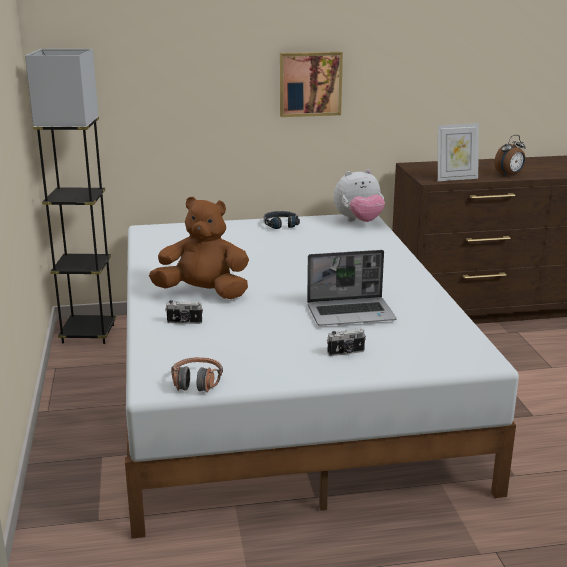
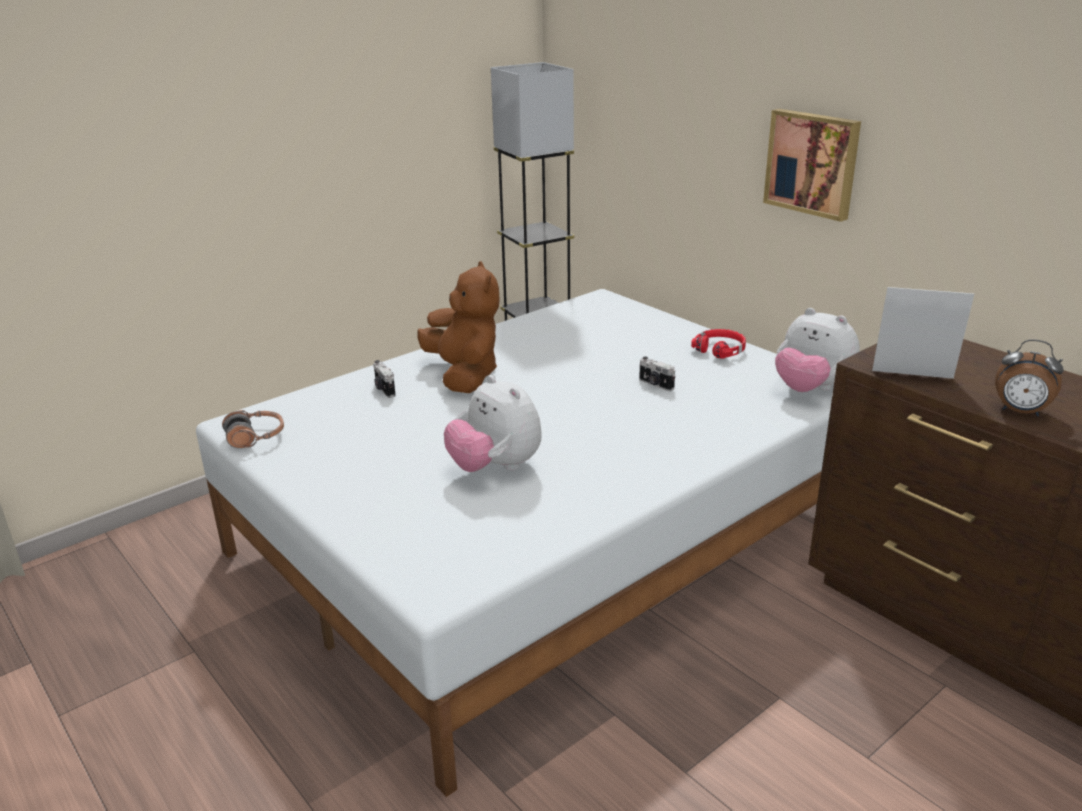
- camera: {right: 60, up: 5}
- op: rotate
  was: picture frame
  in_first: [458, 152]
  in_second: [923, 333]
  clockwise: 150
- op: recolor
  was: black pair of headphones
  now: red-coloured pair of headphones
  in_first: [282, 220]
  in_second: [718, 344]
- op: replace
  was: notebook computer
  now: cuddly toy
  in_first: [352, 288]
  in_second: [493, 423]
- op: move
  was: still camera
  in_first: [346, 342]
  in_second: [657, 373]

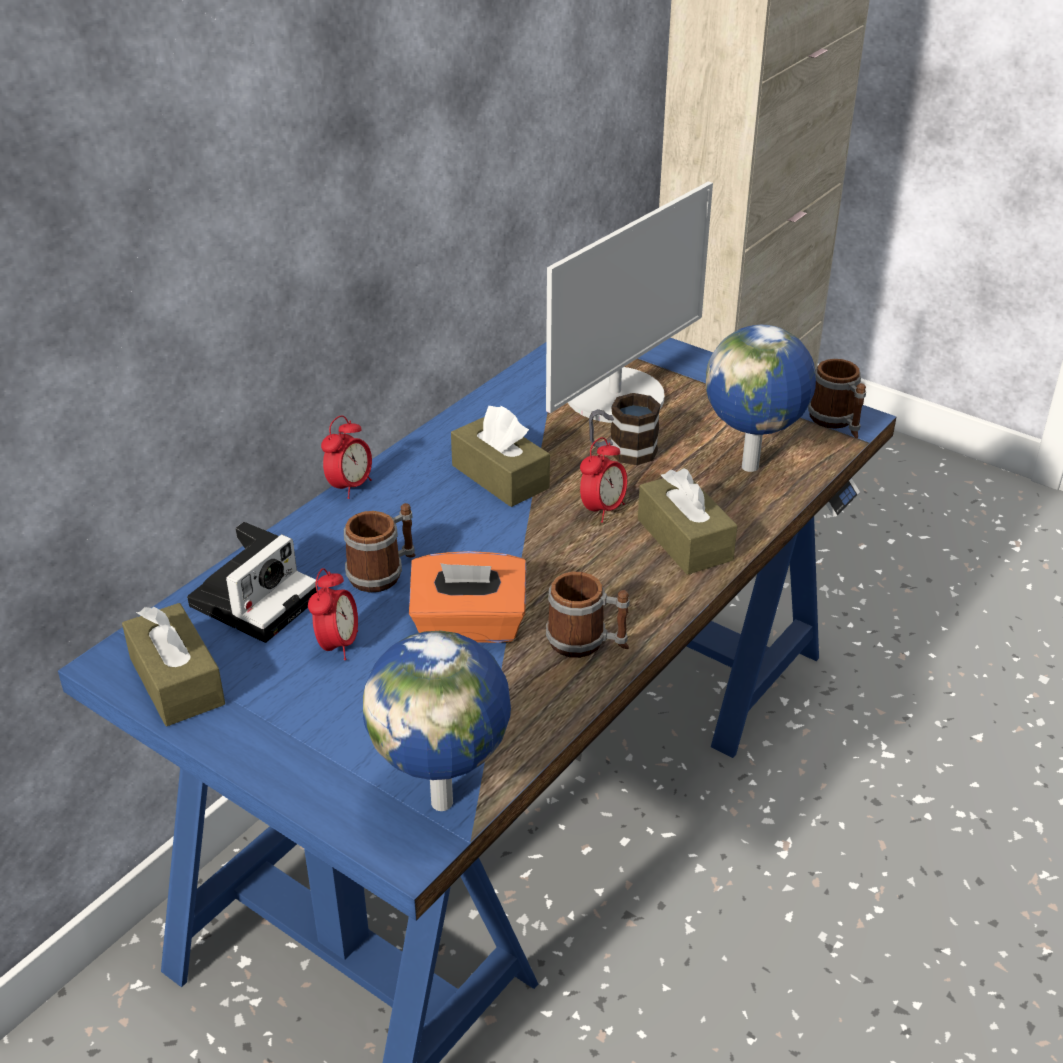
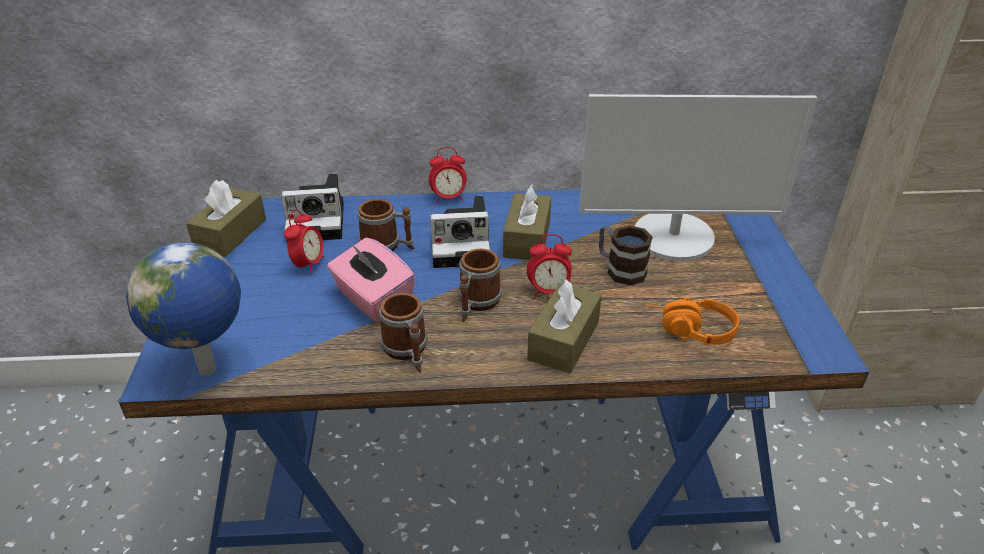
- camera: {right: 50, up: 0}
- op: replace
  was: world globe
  now: orange-coloured pair of headphones
  in_first: [761, 398]
  in_second: [692, 321]
- op: move
  was: mug
  in_first: [837, 399]
  in_second: [480, 285]
- op: recolor
  was: orange-coloured box of tissues
  now: pink box of tissues
  in_first: [467, 597]
  in_second: [371, 280]
- op: rotate
  was: alarm clock
  in_first: [333, 614]
  in_second: [304, 242]
  clockwise: -45
- op: insert
  now: still camera
  in_second: [460, 232]

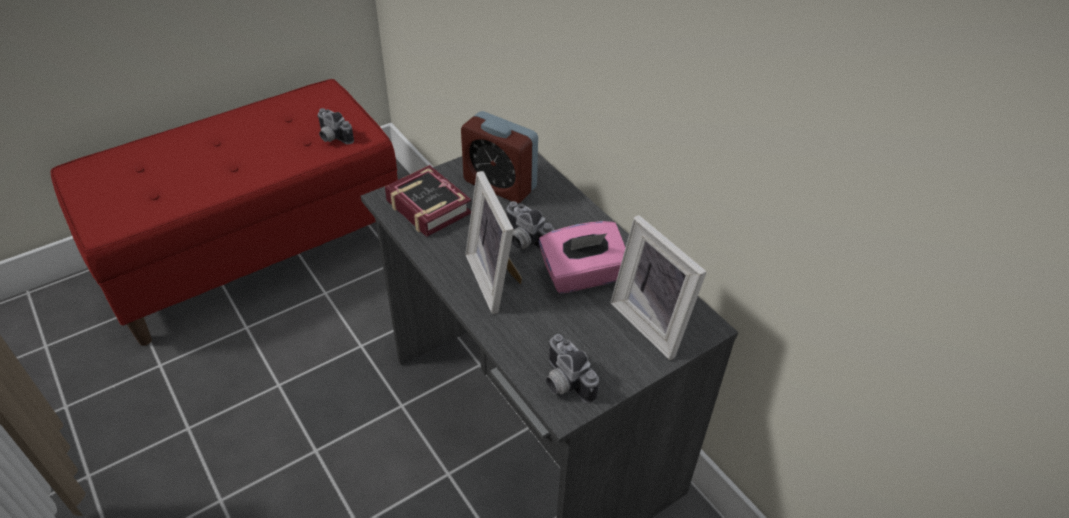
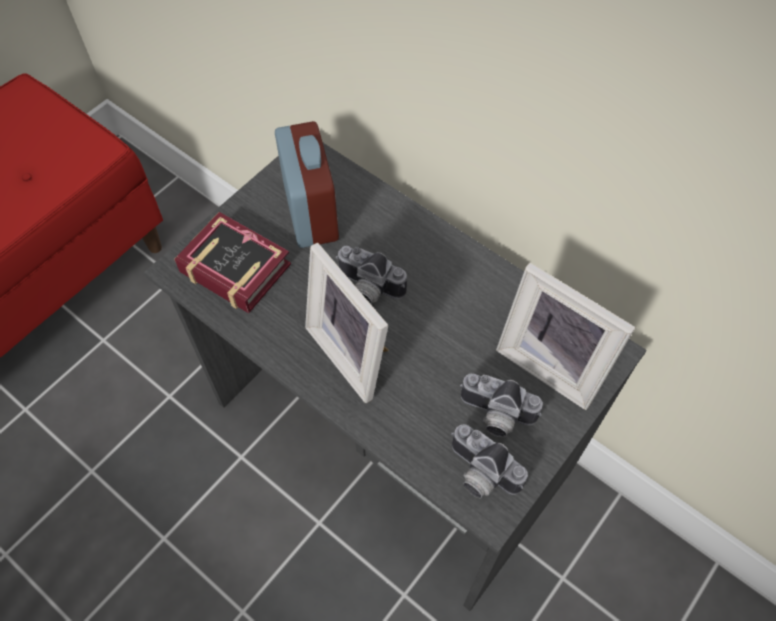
- camera: {right: -15, up: 15}
- op: move
  was: still camera
  in_first: [335, 126]
  in_second: [501, 405]
- op: rotate
  was: alarm clock
  in_first: [499, 157]
  in_second: [307, 184]
  clockwise: -120
- op: delete
  was: pink box of tissues
  in_first: [582, 257]

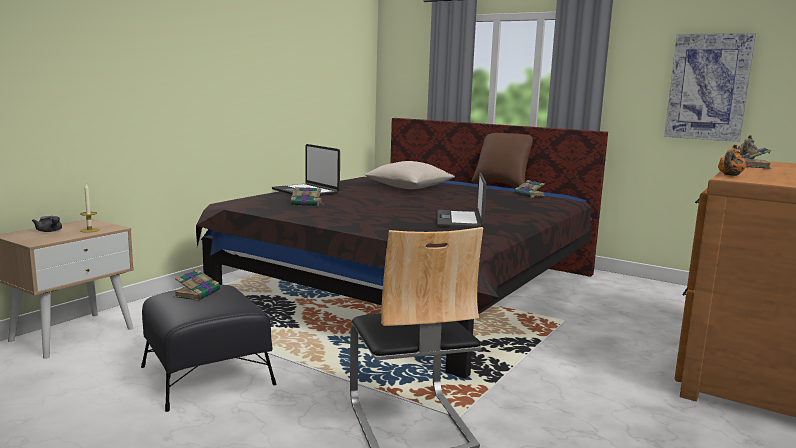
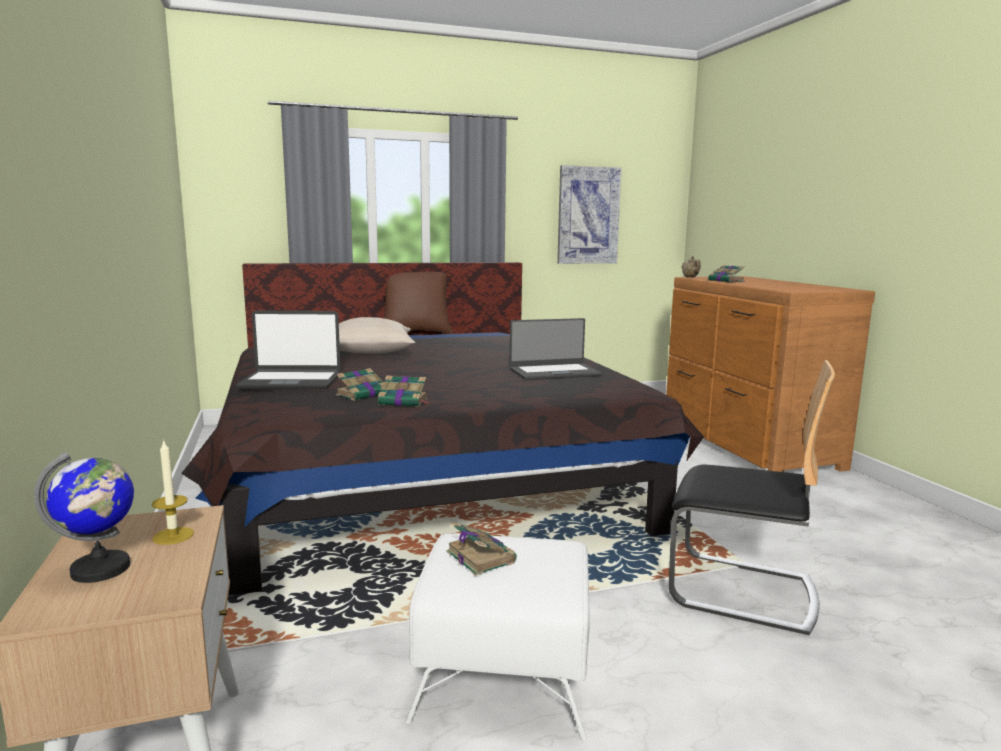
- camera: {right: -50, up: 0}
- op: delete
  was: orange-coloured pot for tea
  in_first: [732, 160]
- op: rotate
  was: notebook computer
  in_first: [462, 200]
  in_second: [555, 349]
  clockwise: -60
- op: move
  was: book
  in_first: [529, 189]
  in_second: [403, 391]
- op: replace
  was: grey pot for tea
  now: world globe
  in_first: [47, 224]
  in_second: [84, 517]
- op: recolor
  was: black pouffe
  now: whitish pouffe
  in_first: [209, 348]
  in_second: [497, 637]

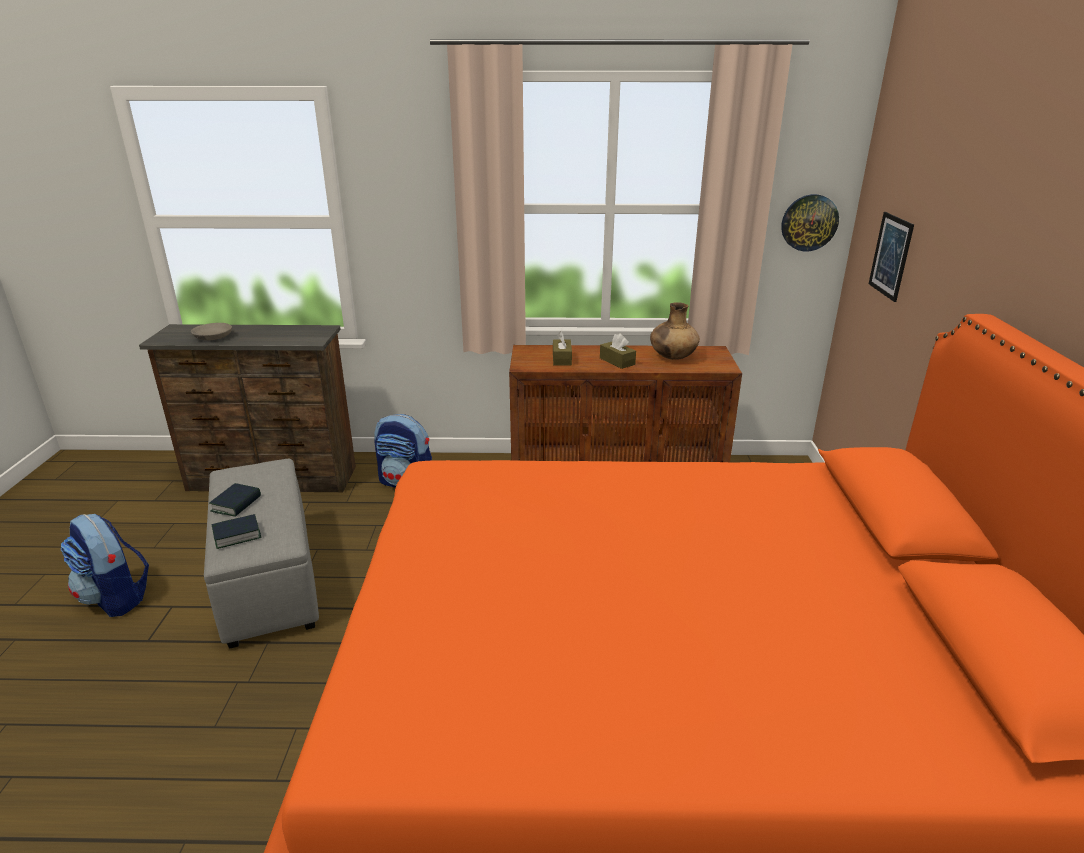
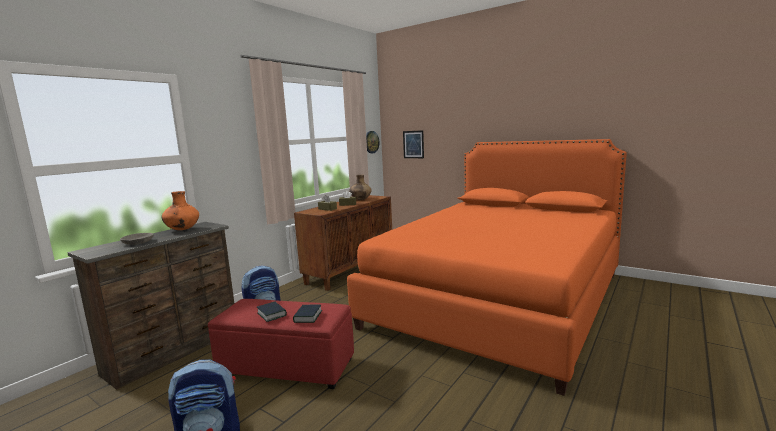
- camera: {right: -55, up: -15}
- op: recolor
  was: grey pouffe
  now: red-coloured pouffe
  in_first: [261, 554]
  in_second: [281, 344]
- op: insert
  now: orange-coloured flower vase
  in_second: [180, 210]

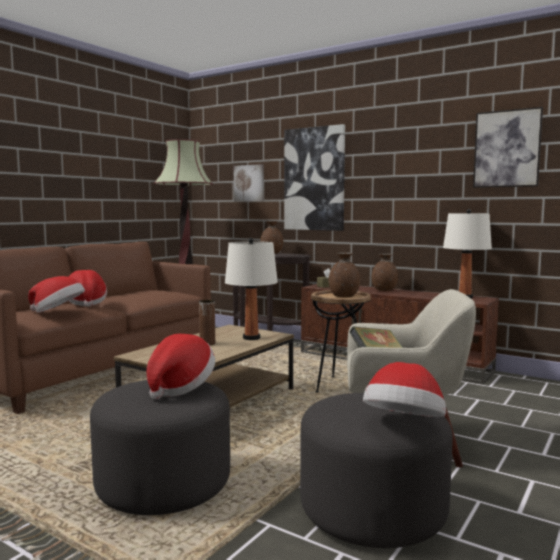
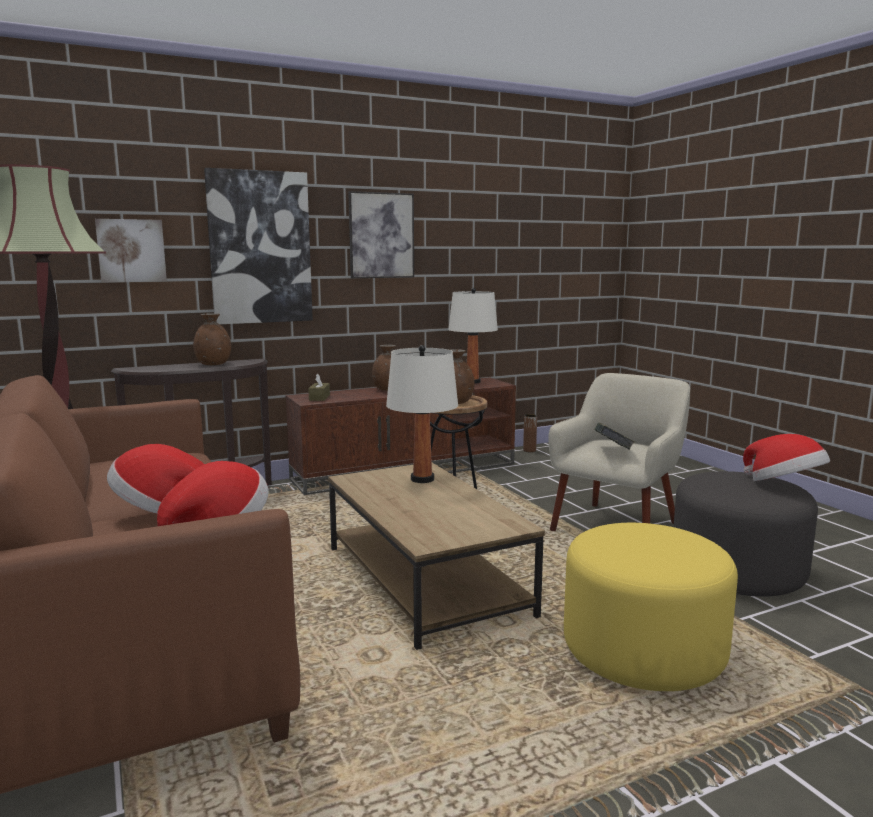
- camera: {right: -60, up: 5}
- op: move
  was: wall picture
  in_first: [508, 147]
  in_second: [381, 234]
- op: move
  was: brownish flower vase
  in_first: [207, 323]
  in_second: [530, 433]
- op: delete
  was: clothing hat
  in_first: [181, 366]
- op: recolor
  was: grey pouffe
  now: yellow-coloured pouffe
  in_first: [160, 447]
  in_second: [651, 607]

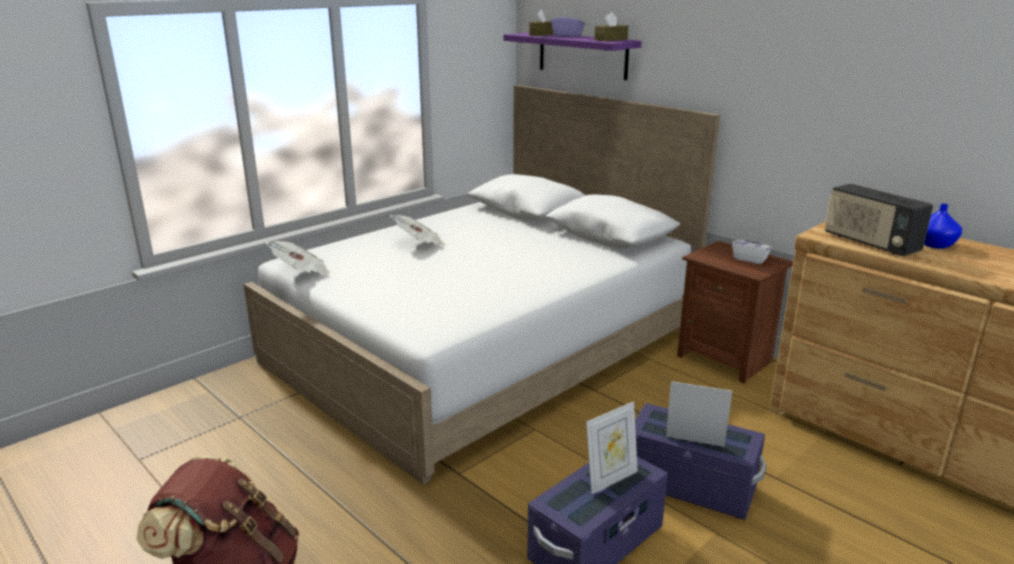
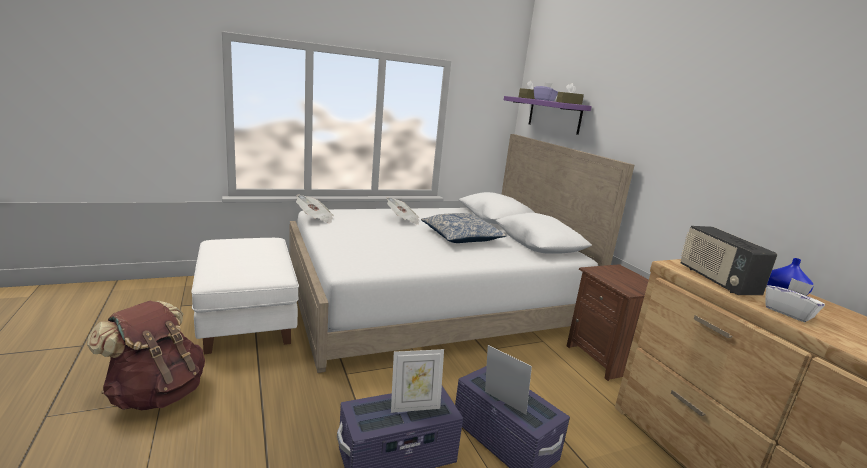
- camera: {right: 20, up: -5}
- op: move
  was: whitish box of tissues
  in_first: [752, 248]
  in_second: [795, 300]
- op: insert
  now: throw pillow
  in_second: [464, 228]
- op: insert
  now: whitish pouffe
  in_second: [245, 296]

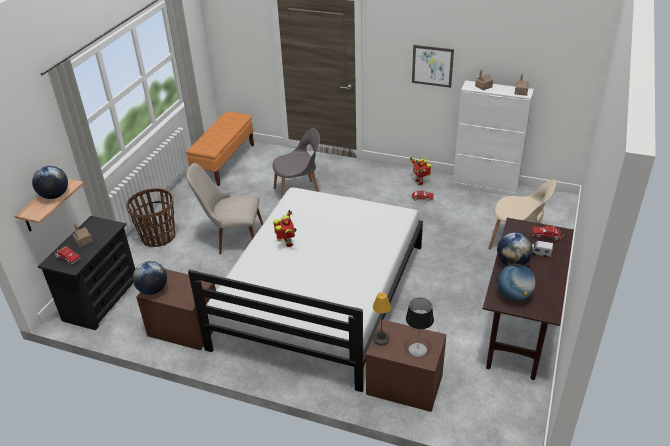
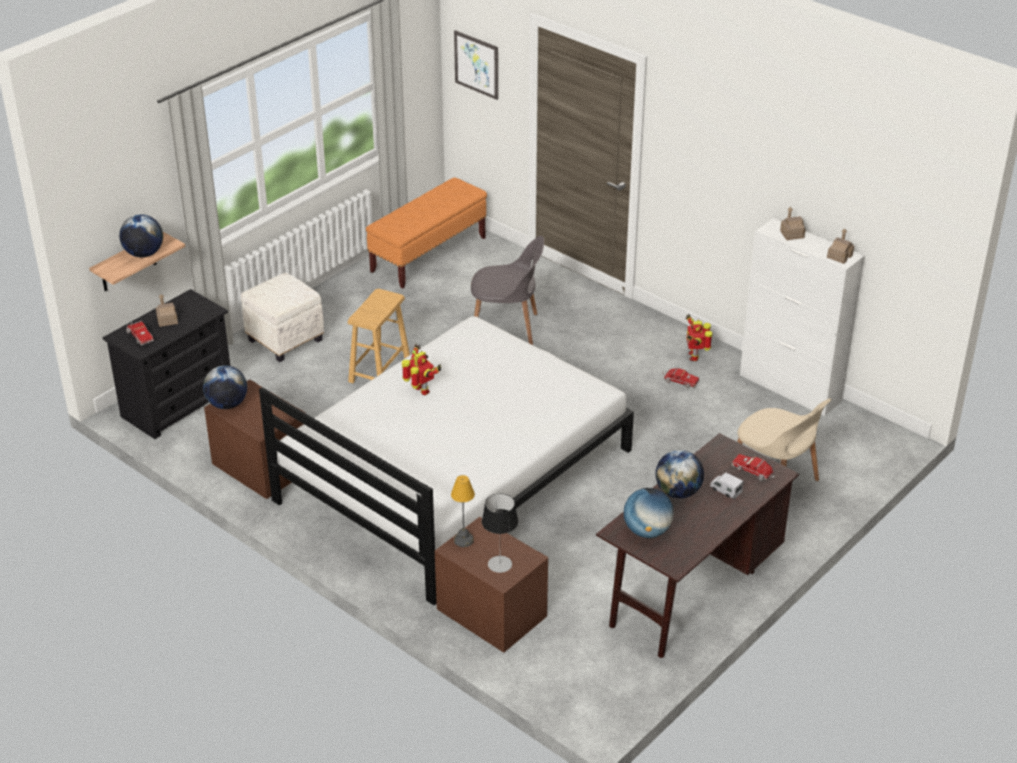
- camera: {right: 20, up: 0}
- op: move
  was: wall picture
  in_first: [433, 66]
  in_second: [476, 65]
- op: replace
  was: beige-coloured upright chair
  now: brownish stool seat
  in_first: [224, 209]
  in_second: [379, 336]
- op: replace
  was: basket
  now: whitish pouffe
  in_first: [151, 217]
  in_second: [282, 317]
- op: rotate
  was: robot figure
  in_first: [284, 228]
  in_second: [421, 369]
  clockwise: -45

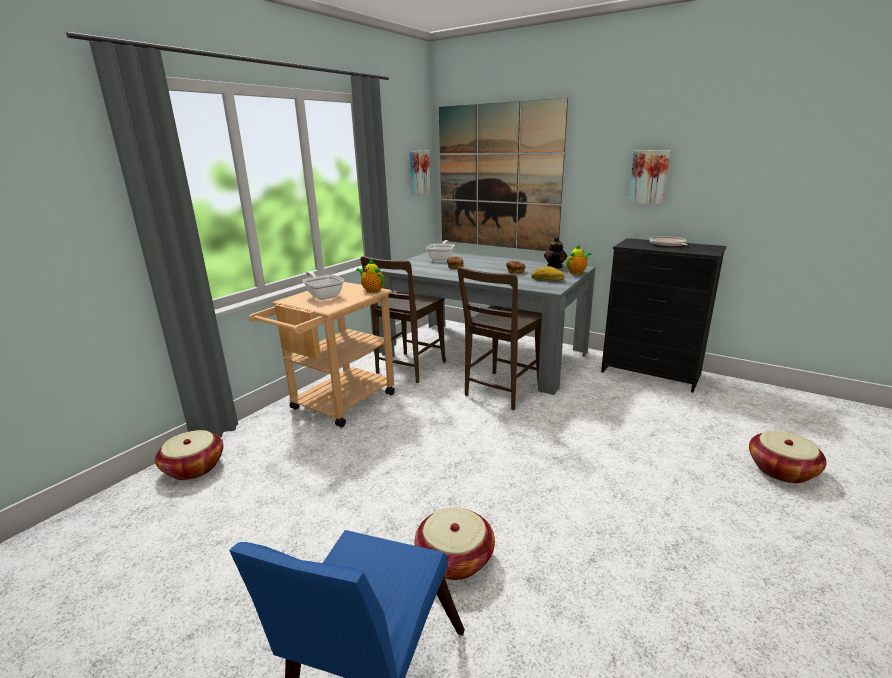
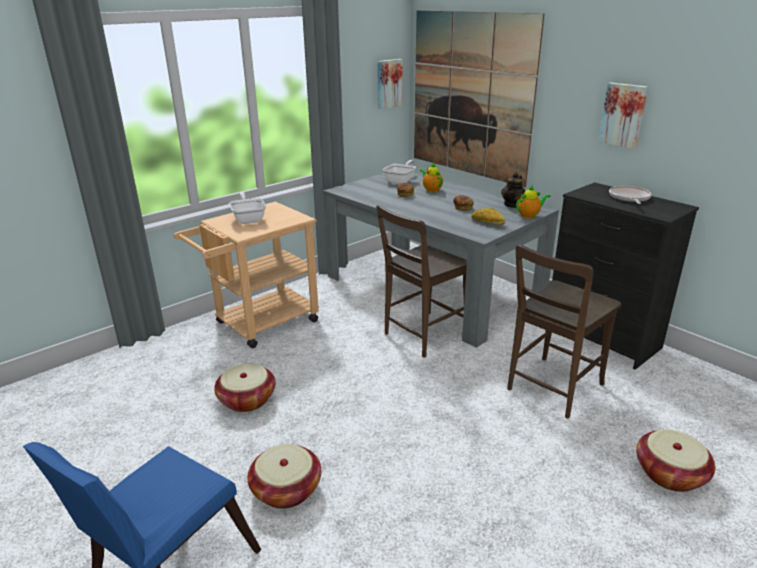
- camera: {right: 15, up: 5}
- op: move
  was: brownish upright chair
  in_first: [403, 319]
  in_second: [564, 331]
- op: move
  was: pot for tea
  in_first: [370, 275]
  in_second: [431, 177]
- op: move
  was: basket
  in_first: [189, 455]
  in_second: [244, 387]

